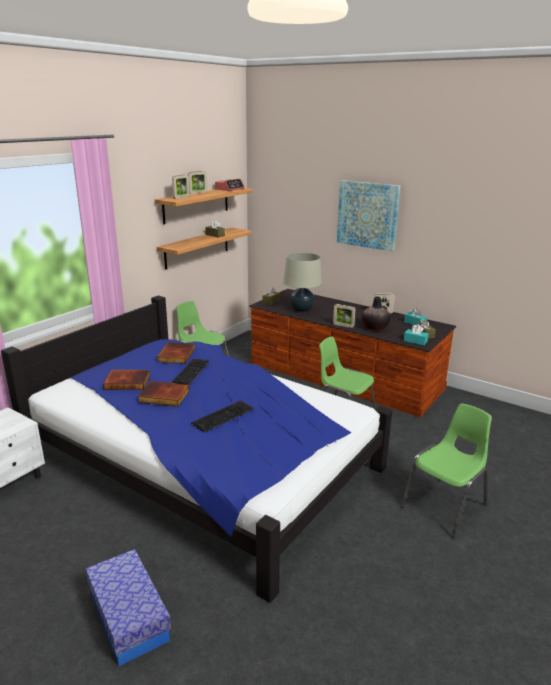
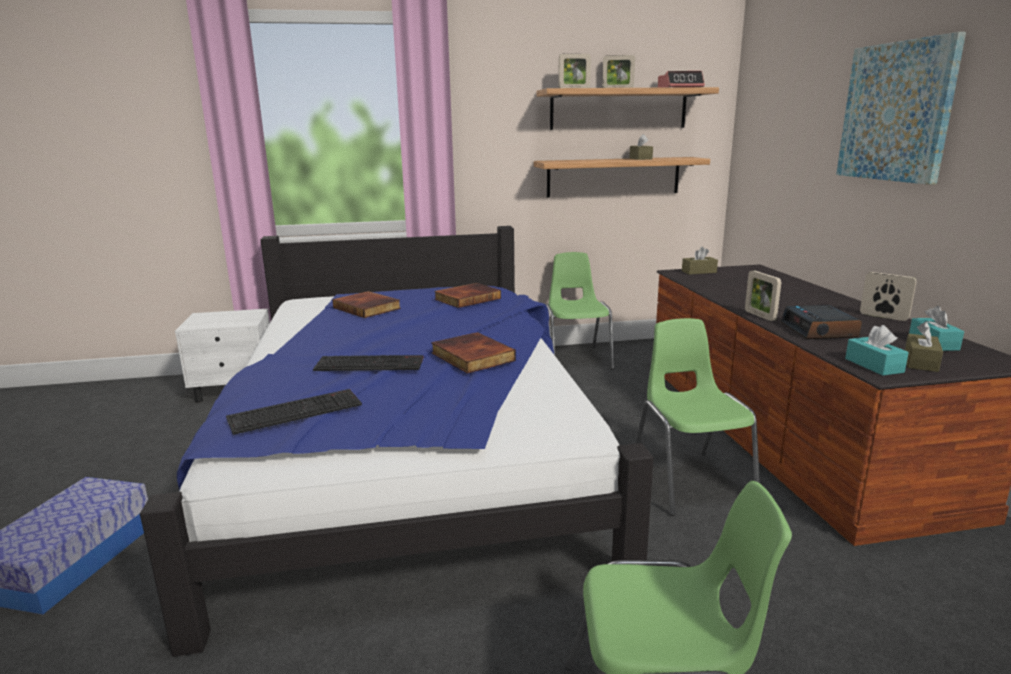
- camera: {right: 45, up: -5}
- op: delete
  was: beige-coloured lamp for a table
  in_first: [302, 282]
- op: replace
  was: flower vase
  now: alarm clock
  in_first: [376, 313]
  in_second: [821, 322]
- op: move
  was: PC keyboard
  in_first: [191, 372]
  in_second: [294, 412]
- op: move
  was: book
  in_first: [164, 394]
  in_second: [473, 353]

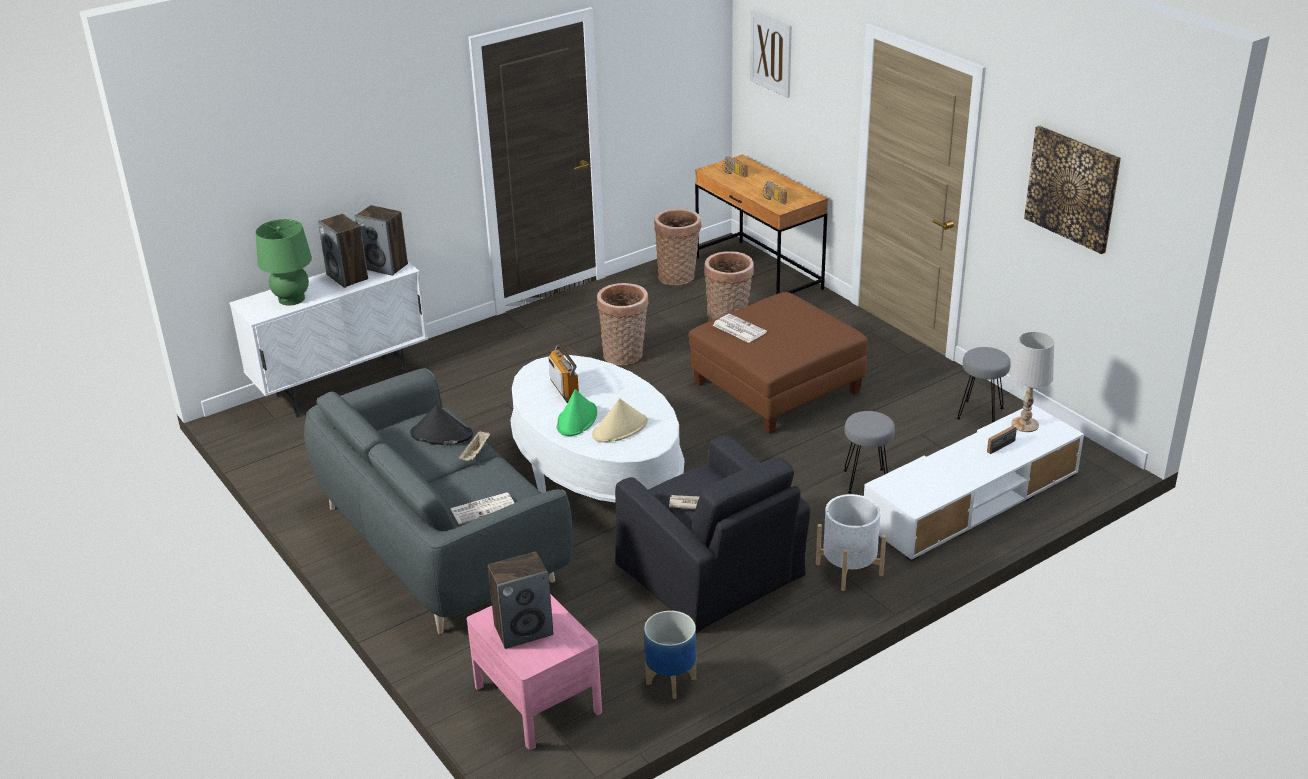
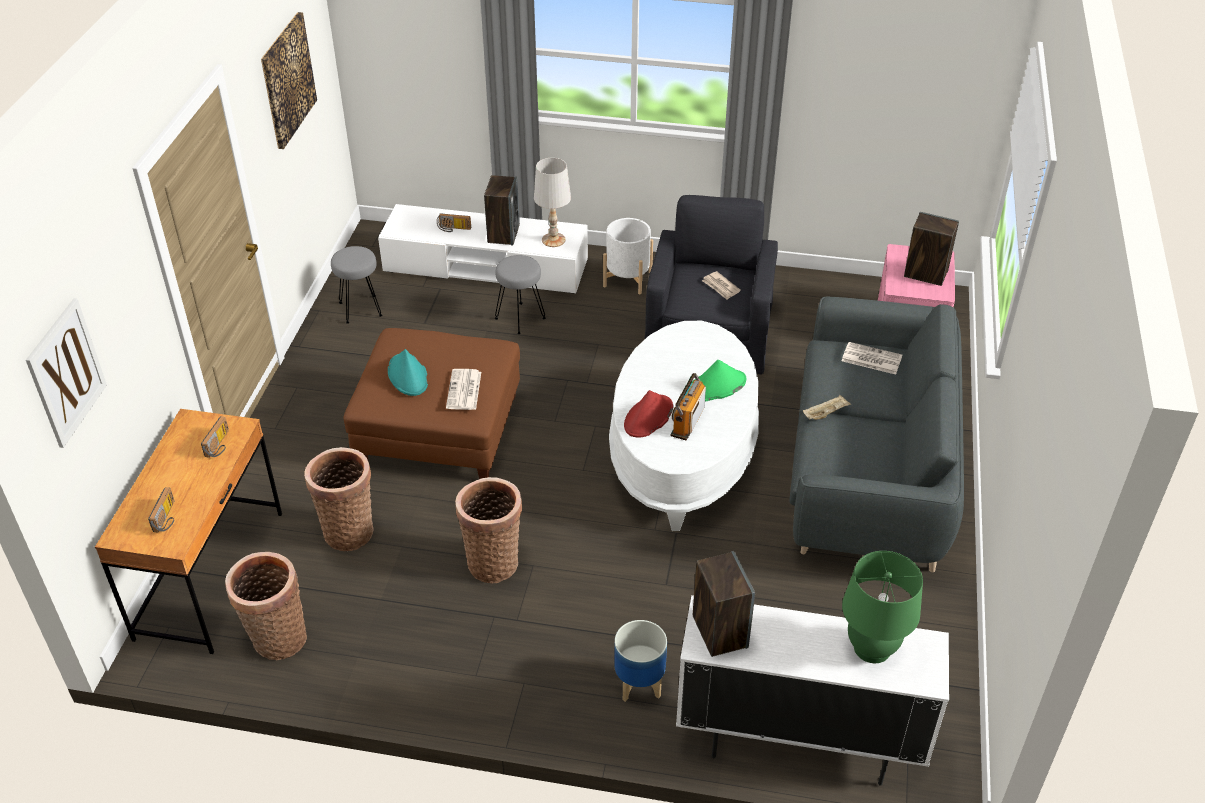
- camera: {right: -135, up: 10}
- op: move
  was: speaker
  in_first: [343, 251]
  in_second: [502, 210]
- op: move
  was: whitish lamp for a table
  in_first: [1032, 382]
  in_second: [552, 202]
- op: delete
  was: beige-coloured clothing hat
  in_first: [620, 420]
- op: delete
  was: black clothing hat
  in_first: [441, 425]
- op: move
  was: flower pot
  in_first: [670, 655]
  in_second: [640, 661]
- op: insert
  now: turquoise clothing hat
  in_second: [408, 372]
- op: insert
  now: red-coloured clothing hat
  in_second: [648, 414]

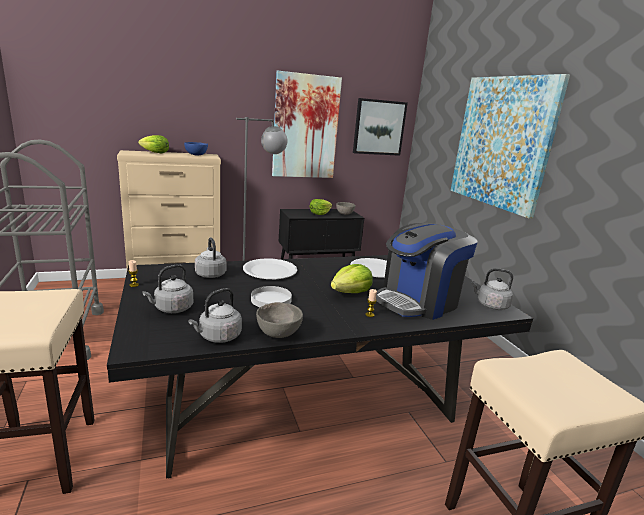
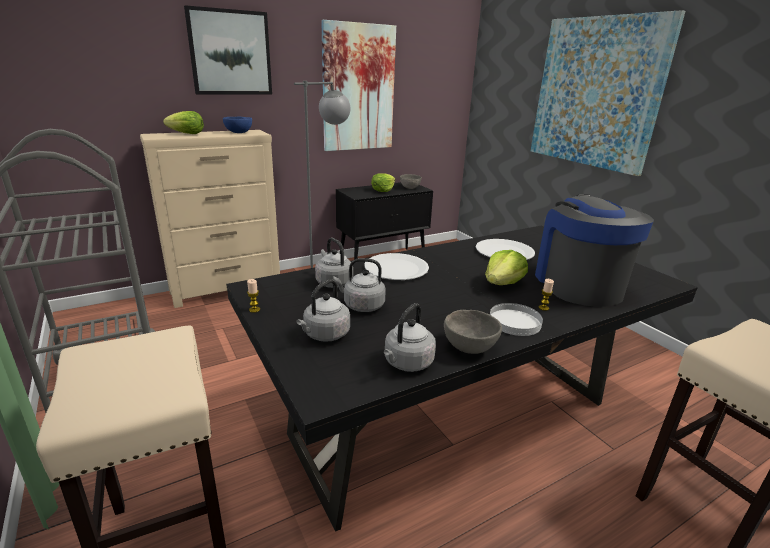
- camera: {right: -10, up: 5}
- op: move
  was: wall picture
  in_first: [380, 127]
  in_second: [228, 49]
- op: rotate
  was: coffee maker
  in_first: [427, 271]
  in_second: [594, 250]
  clockwise: 135
- op: move
  was: grey tea kettle
  in_first: [492, 289]
  in_second: [359, 285]
- op: move
  was: whitish flat dish
  in_first: [271, 296]
  in_second: [516, 319]

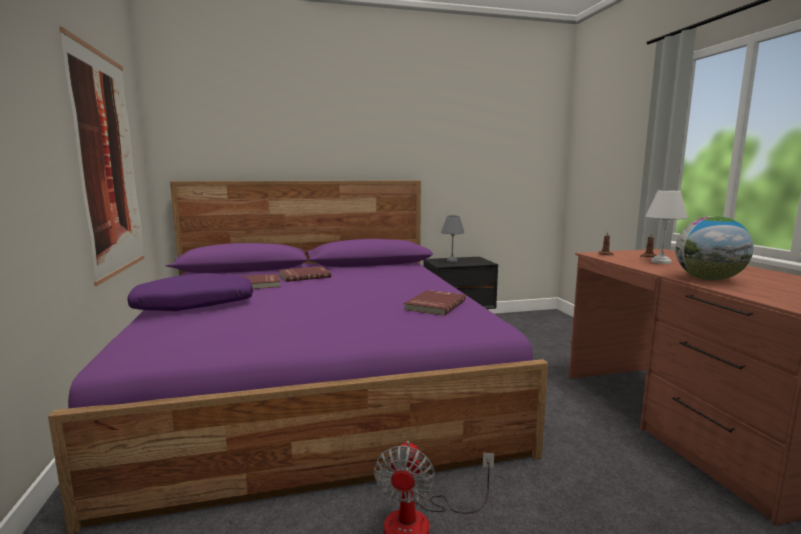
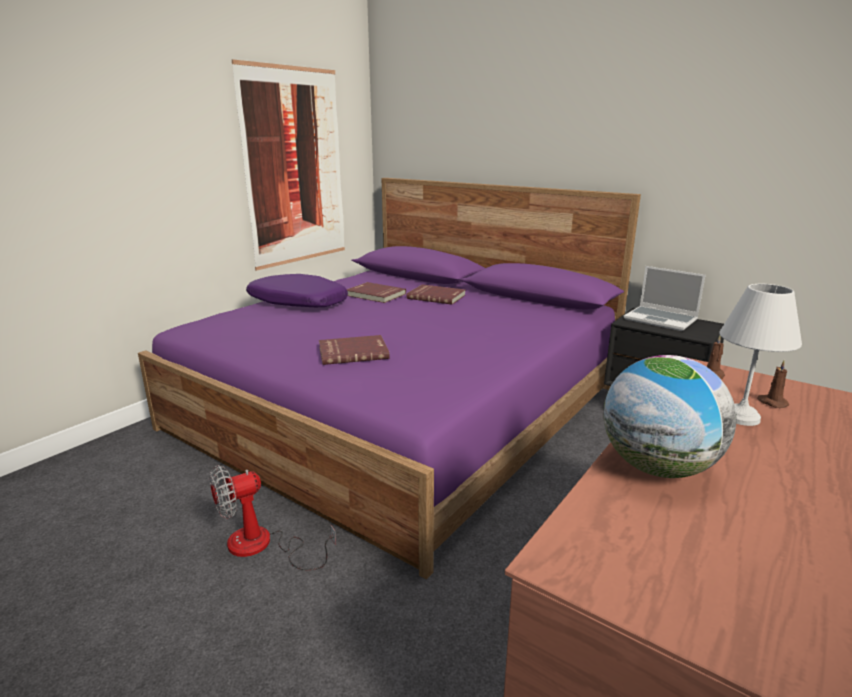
- camera: {right: 50, up: 10}
- op: replace
  was: grey lamp for a table
  now: notebook computer
  in_first: [453, 238]
  in_second: [665, 298]
- op: move
  was: red-coloured book
  in_first: [435, 303]
  in_second: [354, 350]

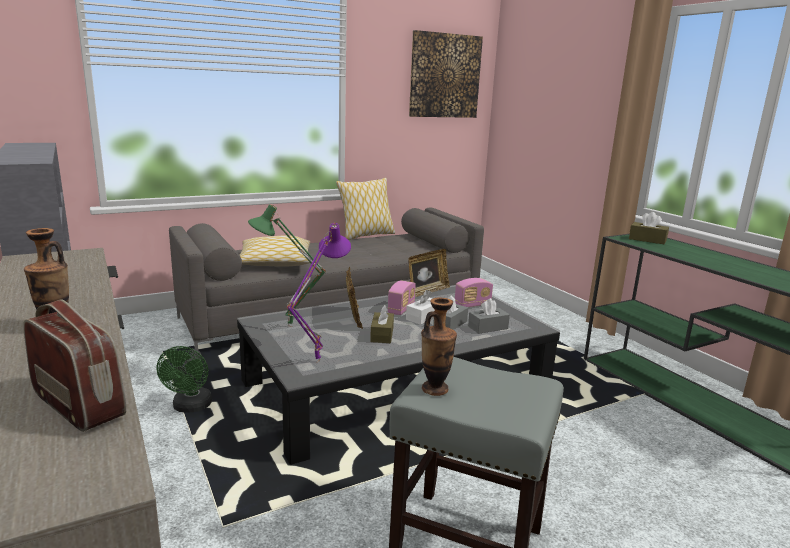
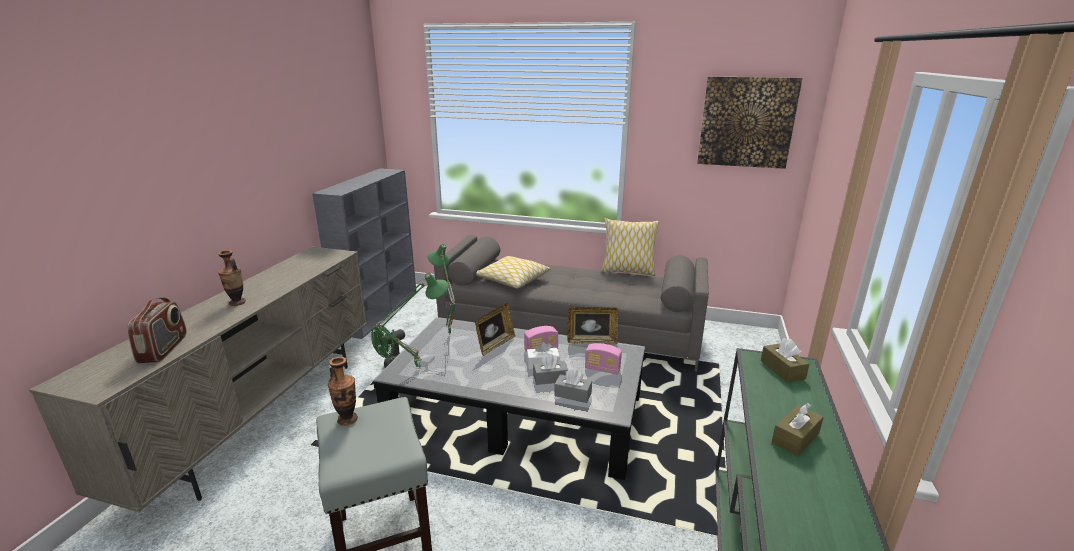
- camera: {right: 45, up: 5}
- op: recolor
  was: purple-coloured lamp for a table
  now: green-coloured lamp for a table
  in_first: [319, 292]
  in_second: [412, 321]
- op: move
  was: brownish box of tissues
  in_first: [382, 324]
  in_second: [797, 429]

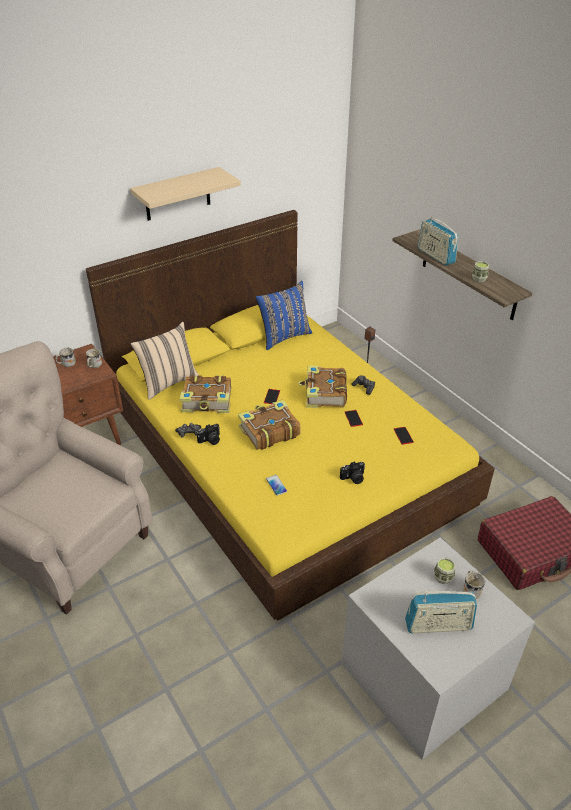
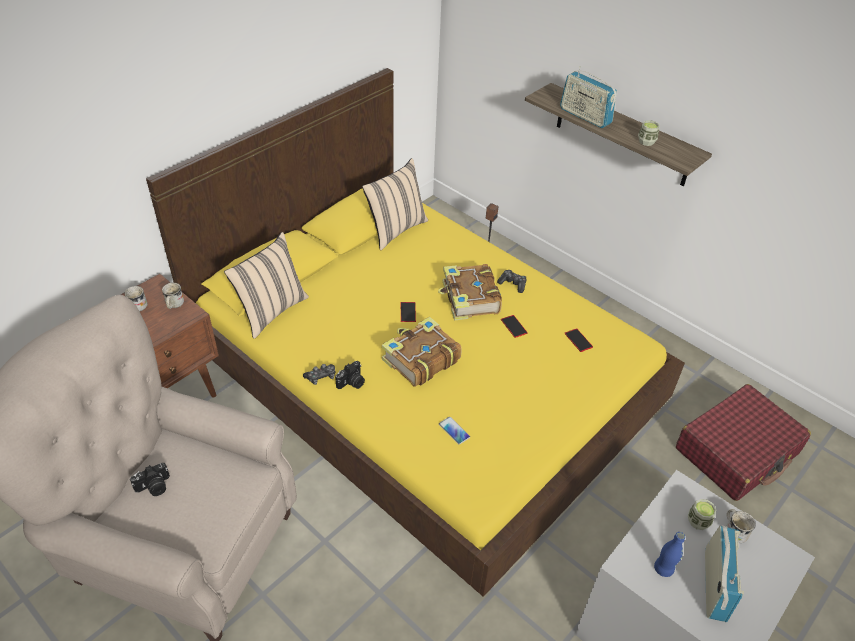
- camera: {right: -15, up: 5}
- op: delete
  was: beige-coloured shelf
  in_first: [185, 194]
- op: recolor
  was: bluish throw pillow
  now: beige-coloured throw pillow
  in_first: [284, 315]
  in_second: [395, 204]
- op: delete
  was: book
  in_first: [205, 394]
- op: move
  was: still camera
  in_first: [352, 472]
  in_second: [150, 479]
- op: rotate
  was: radio set
  in_first: [441, 612]
  in_second: [724, 574]
  clockwise: -60
- op: insert
  now: bluish drink bottle
  in_second: [669, 554]

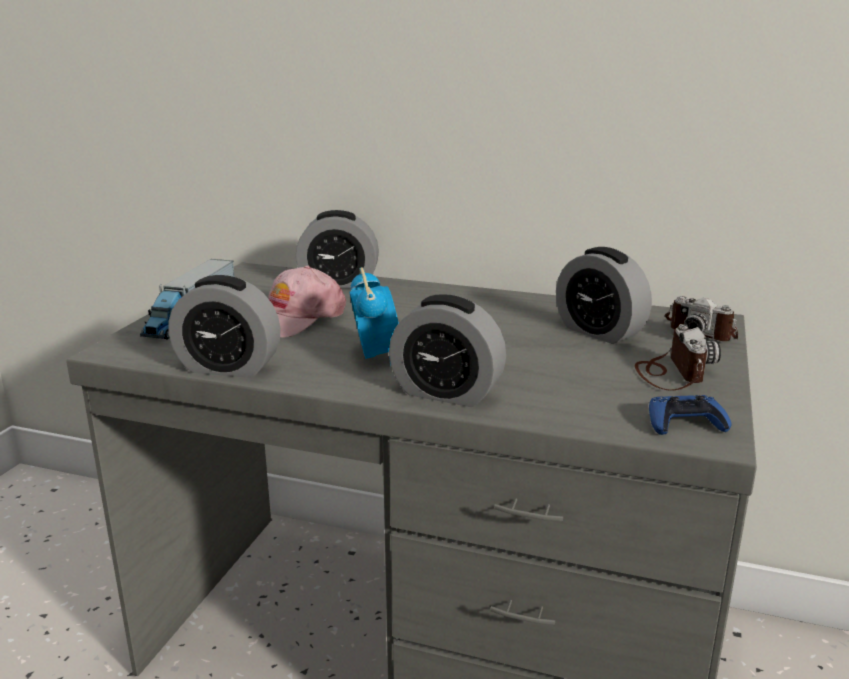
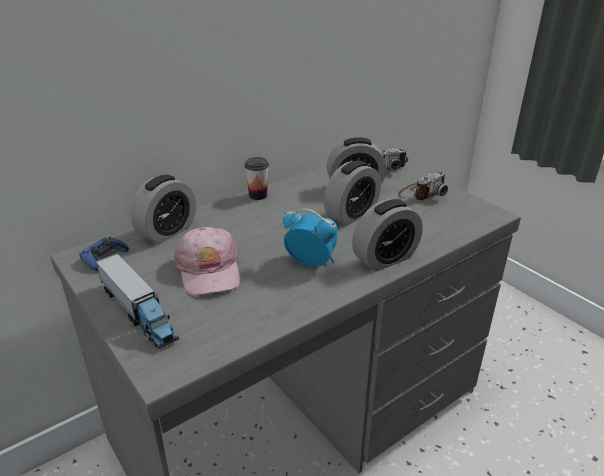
- camera: {right: -55, up: 10}
- op: move
  was: alarm clock
  in_first: [225, 326]
  in_second: [352, 193]
- op: rotate
  was: still camera
  in_first: [678, 357]
  in_second: [423, 185]
  clockwise: 105
- op: move
  was: bluish game controller
  in_first: [690, 415]
  in_second: [104, 254]
- op: insert
  now: drinking cup
  in_second: [256, 178]

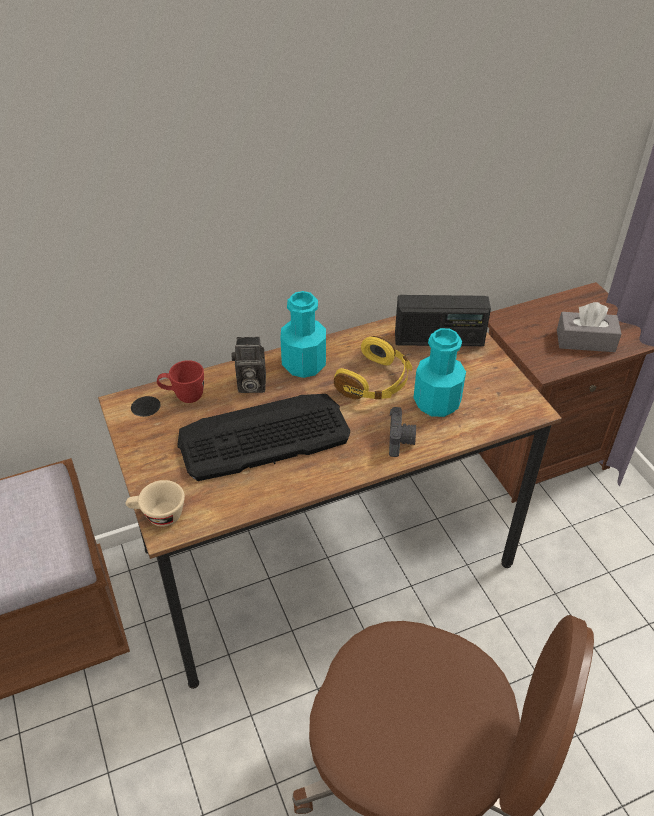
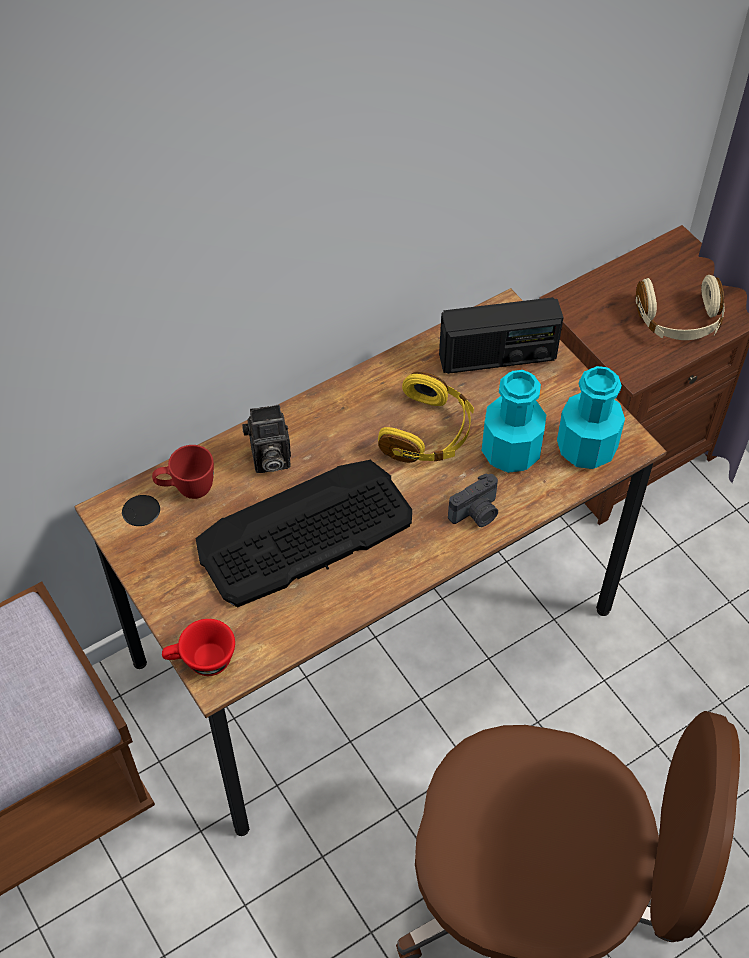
- camera: {right: -10, up: 10}
- op: move
  was: turquoise drink bottle
  in_first: [303, 334]
  in_second: [591, 417]
- op: replace
  was: grey box of tissues
  now: beige-coloured pair of headphones
  in_first: [589, 327]
  in_second: [680, 307]
- op: rotate
  was: still camera
  in_first: [402, 432]
  in_second: [473, 500]
  clockwise: 60
- op: recolor
  was: beige-coloured drinking cup
  now: red-coloured drinking cup
  in_first: [155, 503]
  in_second: [198, 647]

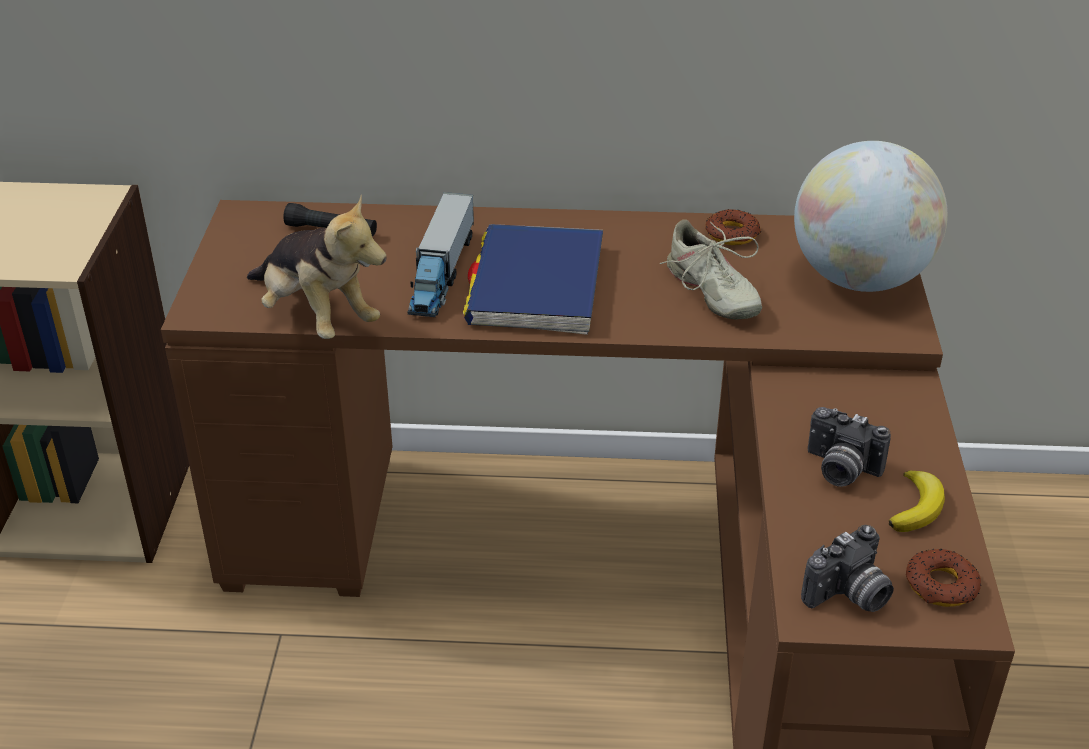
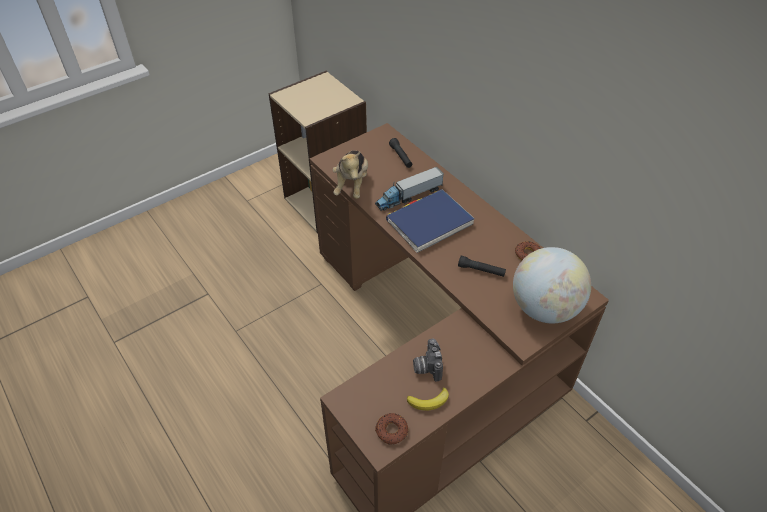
- camera: {right: 50, up: 10}
- op: replace
  was: beige-coloured low shoe
  now: black hand torch
  in_first: [711, 269]
  in_second: [482, 266]
- op: delete
  was: still camera
  in_first: [847, 568]

